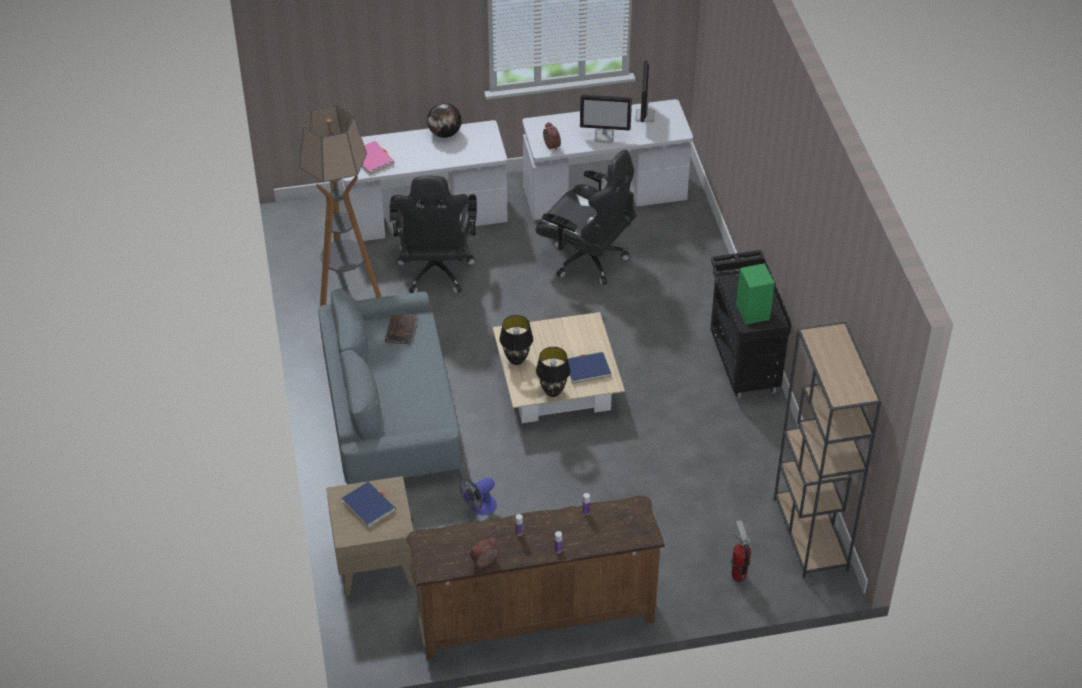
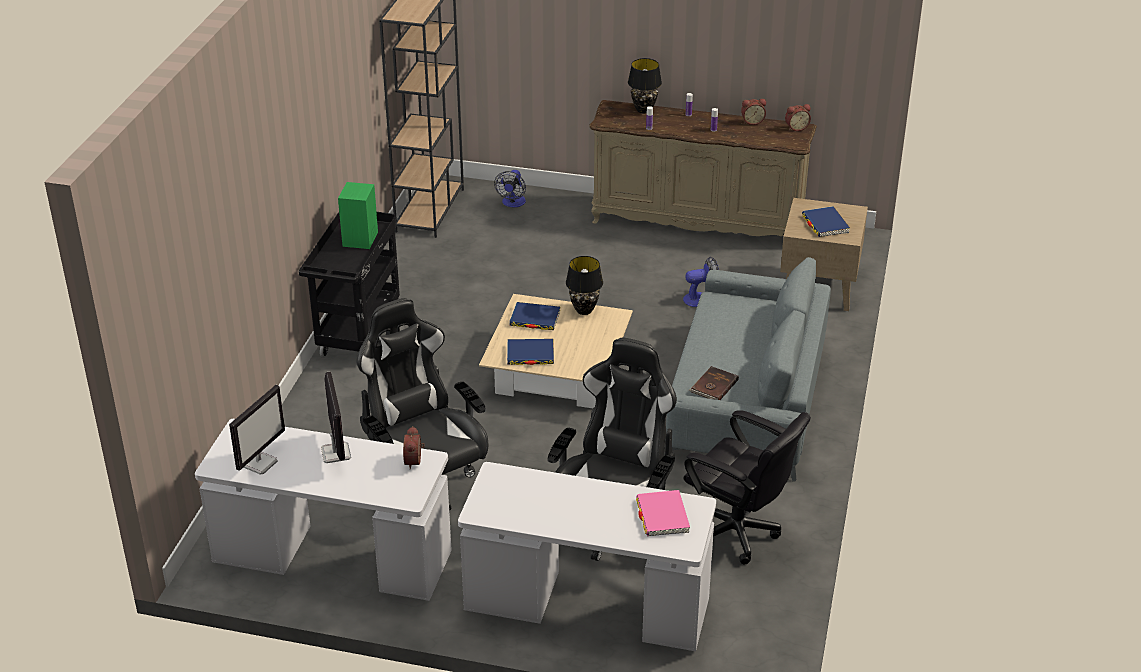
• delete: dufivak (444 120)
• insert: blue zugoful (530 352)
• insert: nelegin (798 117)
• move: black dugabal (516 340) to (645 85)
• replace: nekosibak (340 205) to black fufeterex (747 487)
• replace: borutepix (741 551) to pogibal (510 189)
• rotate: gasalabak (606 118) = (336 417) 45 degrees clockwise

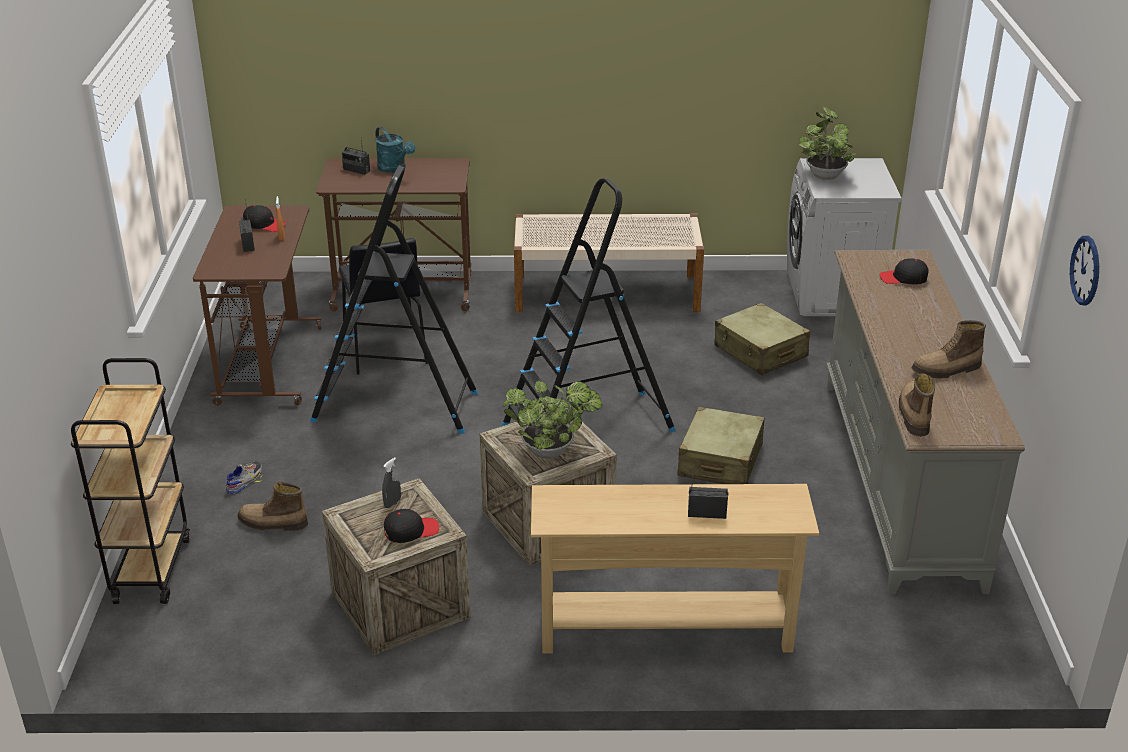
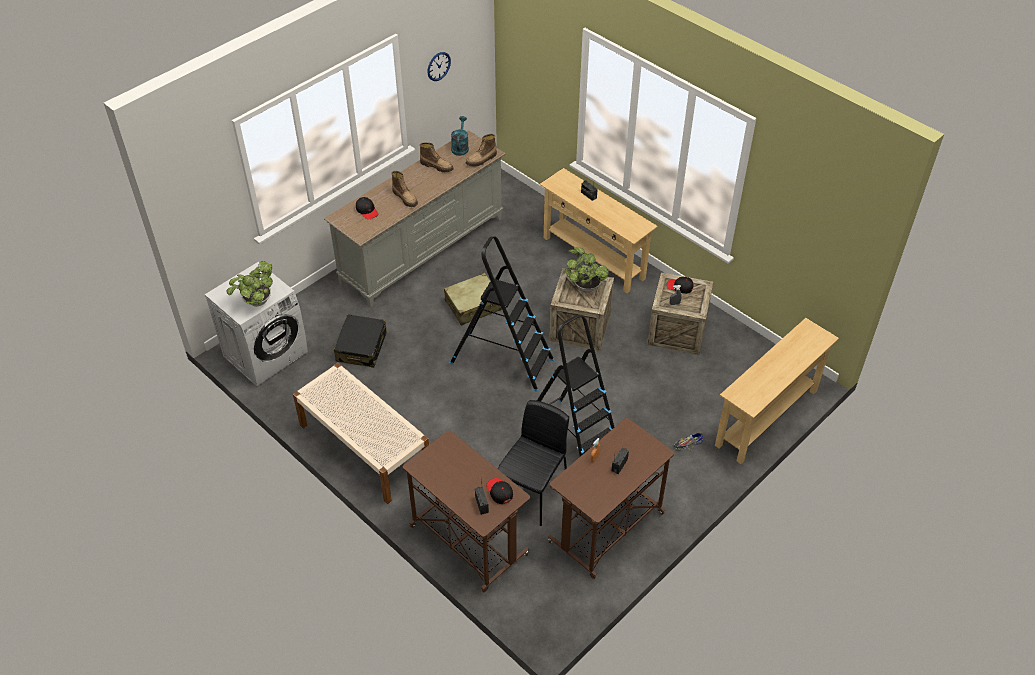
• move: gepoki (273 506) to (404 189)
• move: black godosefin (264 218) to (499 491)
• move: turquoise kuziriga (395 150) to (460 136)
• replace: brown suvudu (130 481) to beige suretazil (777 391)
• recolor: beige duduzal (762 339) to black duduzal (360 341)

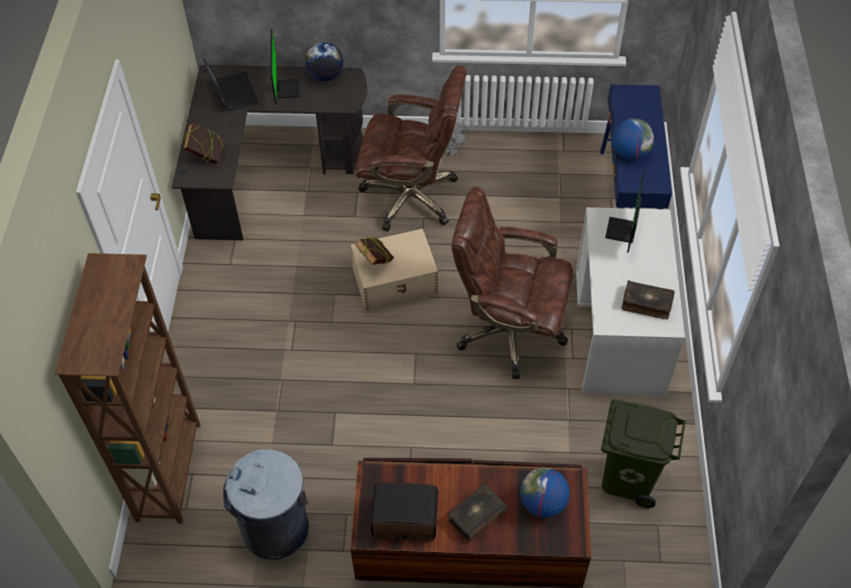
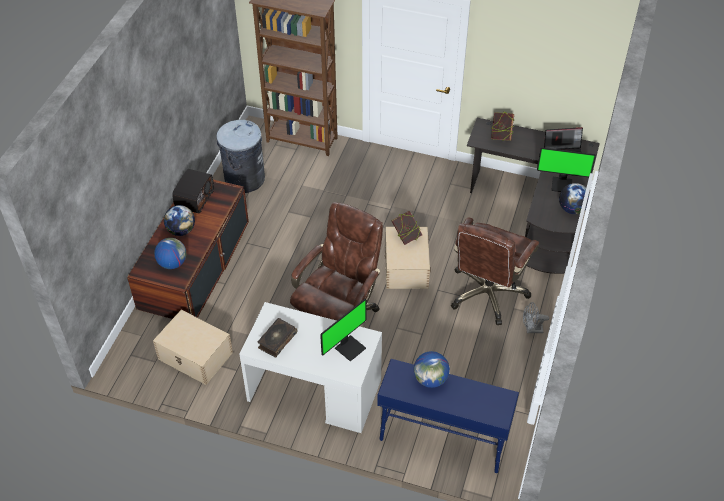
• replace: zugoful (477 512) to dufivak (179 220)
• replace: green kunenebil (643 453) to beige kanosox (193 347)
• rotate: gasalabak (625 210) = (343 330) 105 degrees clockwise

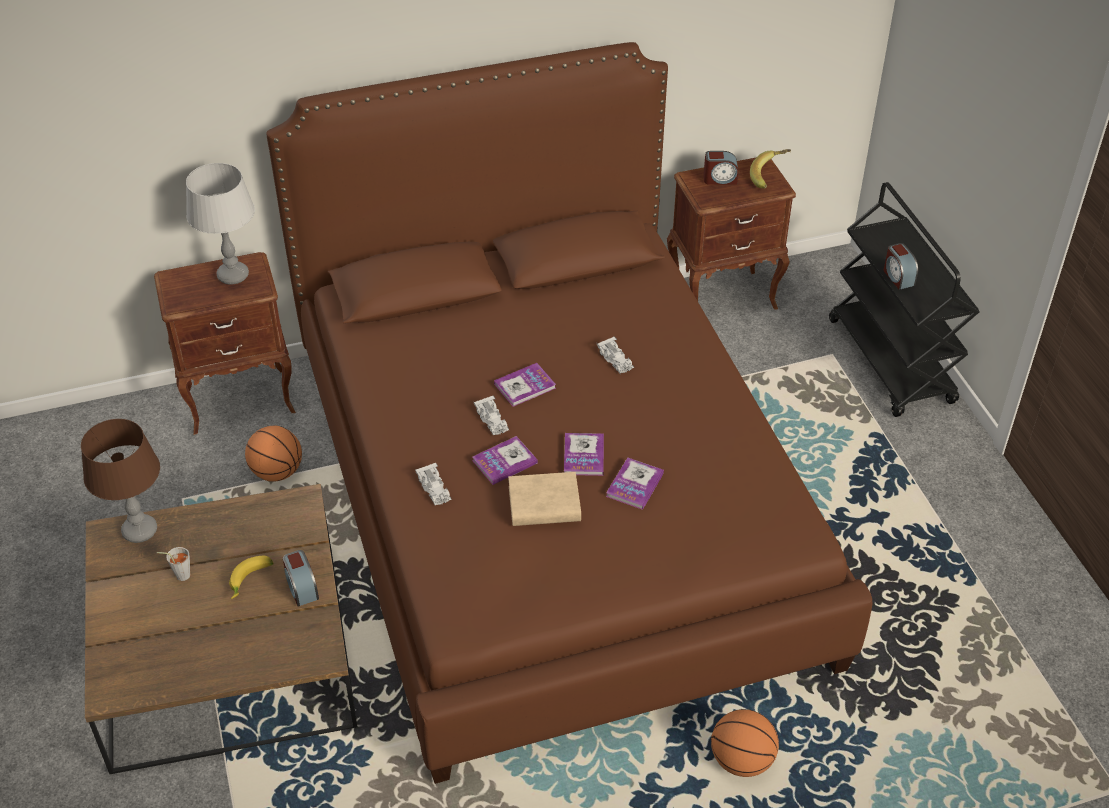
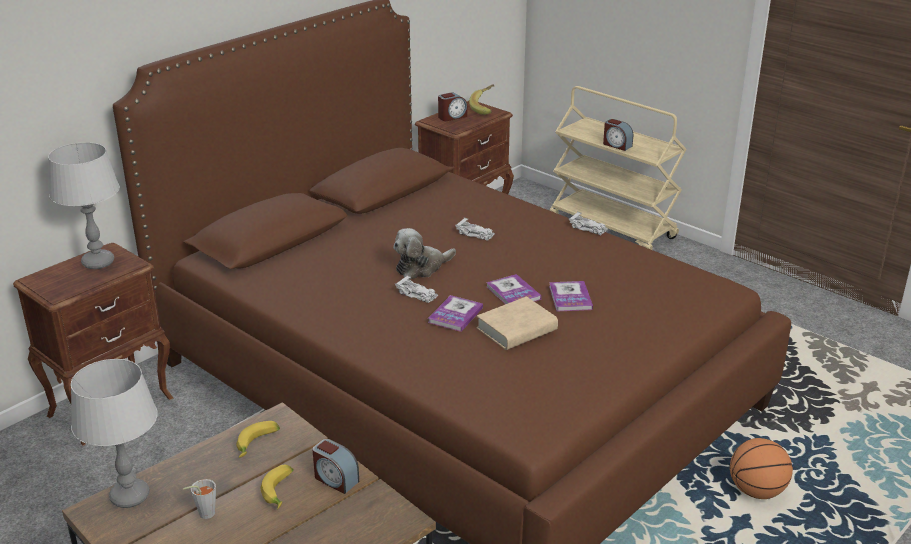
• delete: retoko (273 454)
• insert: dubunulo (258 439)
• move: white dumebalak (433 484) to (588 223)
• replace: zugoful (525 385) to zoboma (424 253)
• recolor: brown dugabal (120 481) to grey dugabal (114 433)
• recolor: black suvudu (904 299) to beige suvudu (618 168)

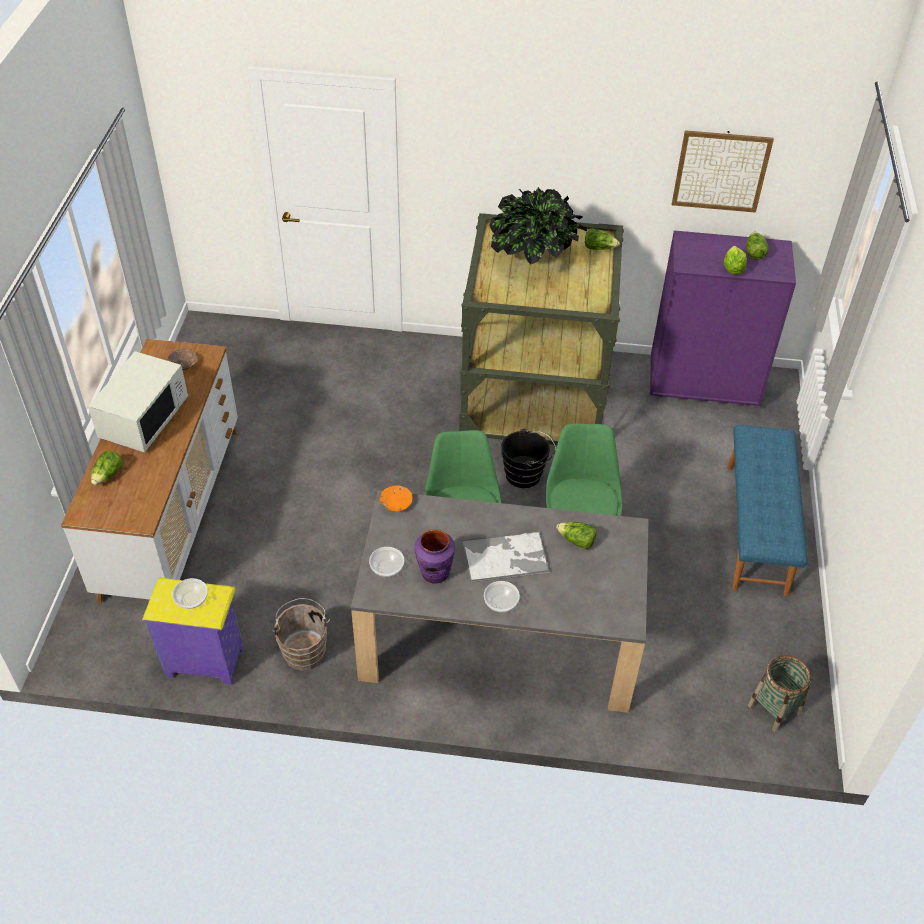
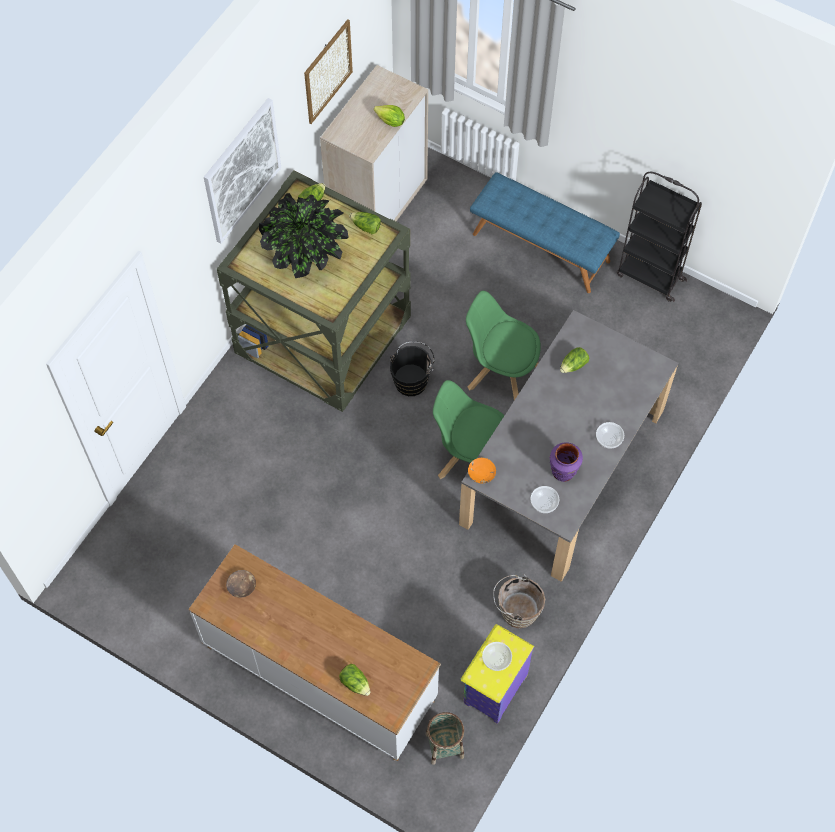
• delete: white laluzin (138 402)
• delete: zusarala (506 556)
• insert: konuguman (242 171)
• insert: black suvudu (659 237)
• move: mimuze (757 246) to (365 223)
• move: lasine (780 693) to (444 738)
• recolor: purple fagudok (723 318) to beige fagudok (374 143)

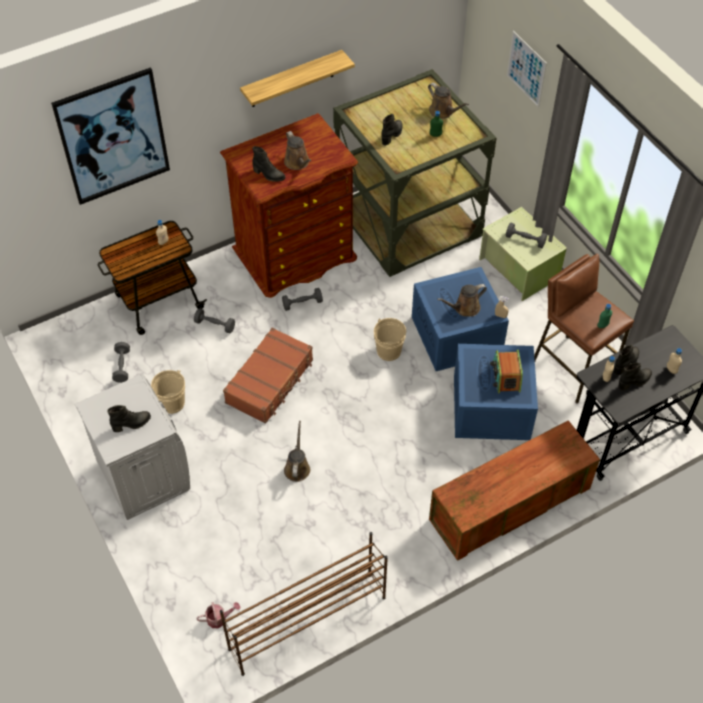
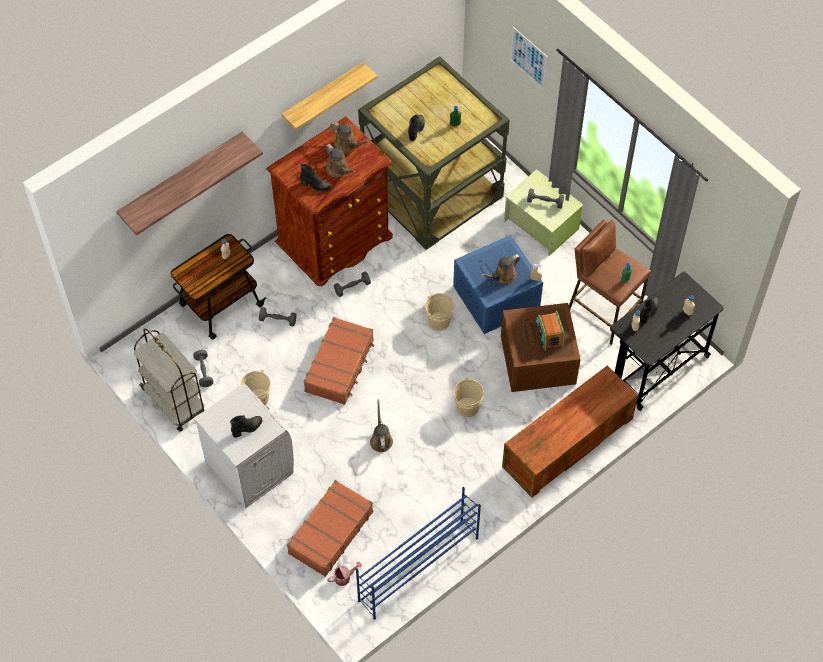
• delete: black gepoki (635 376)
• insert: grey suvudu (168 380)
• insert: brown duduzal (330 528)
• insert: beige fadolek (469 397)
• move: brown kuziriga (448 101) to (350 137)
• replace: konuguman (110 136) to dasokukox (189 183)
• recolor: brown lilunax (304 604) to blue lilunax (418 553)
• recolor: blue kanosox (496 392) to brown kanosox (541 347)

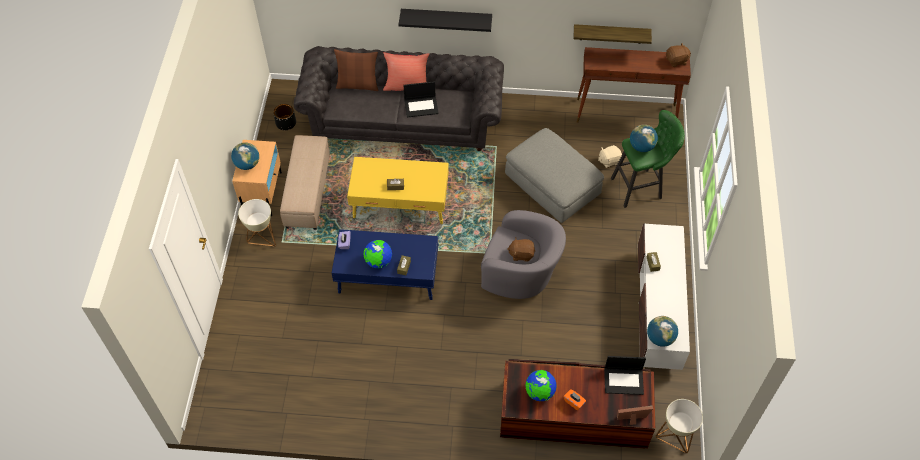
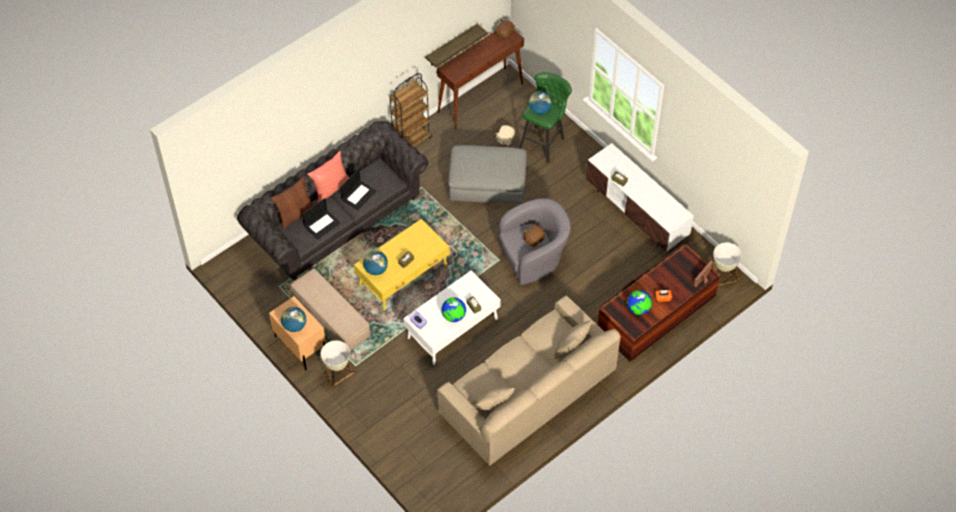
• delete: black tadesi (284 117)
• delete: black dasokukox (445 20)
• insert: brown suvudu (410 110)
• insert: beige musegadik (529 380)
• move: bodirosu (625 375) to (321 219)
• move: dufivak (662 331) to (375 263)
• recolor: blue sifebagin (385 264) to white sifebagin (452 318)

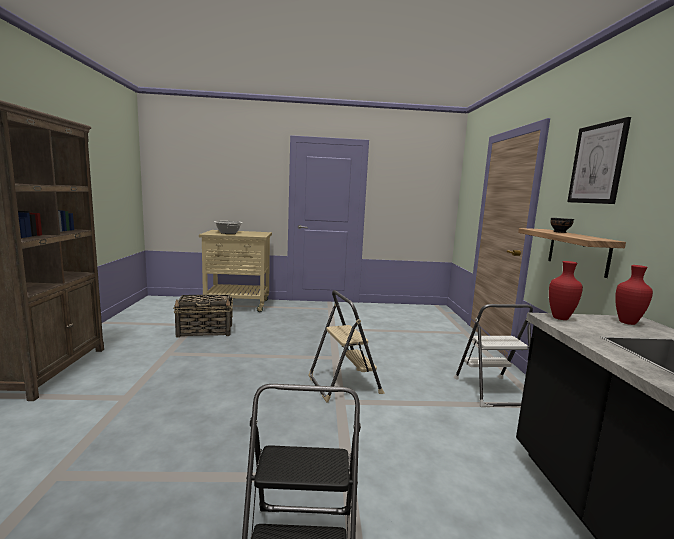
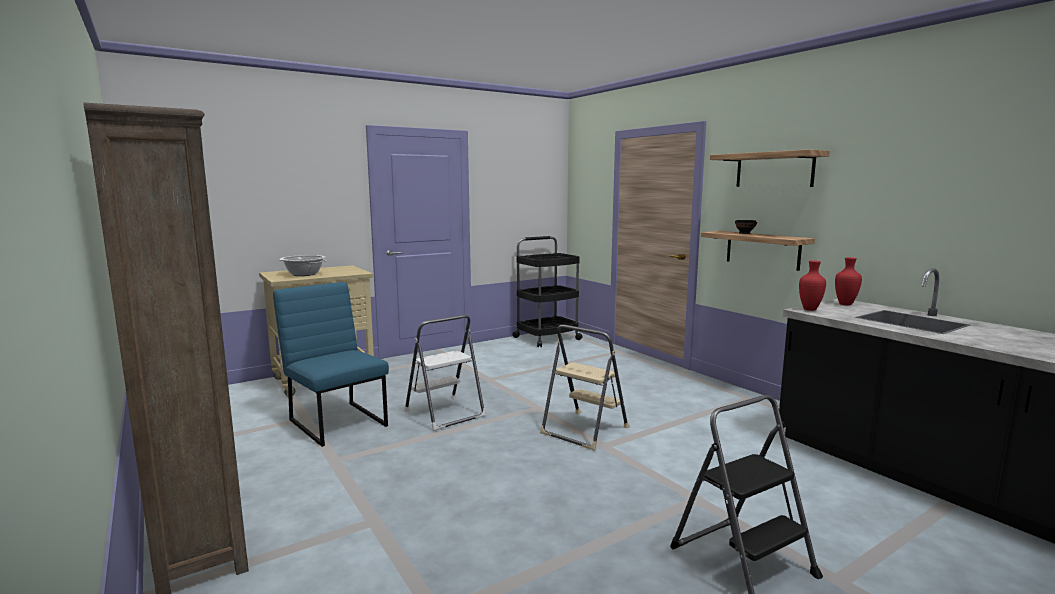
• insert: black suvudu (548 291)
• move: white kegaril (493 355) to (444 373)
• replace: lasine (203 316) to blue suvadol (331 364)
• replace: konuguman (599 160) to dasokukox (770 168)

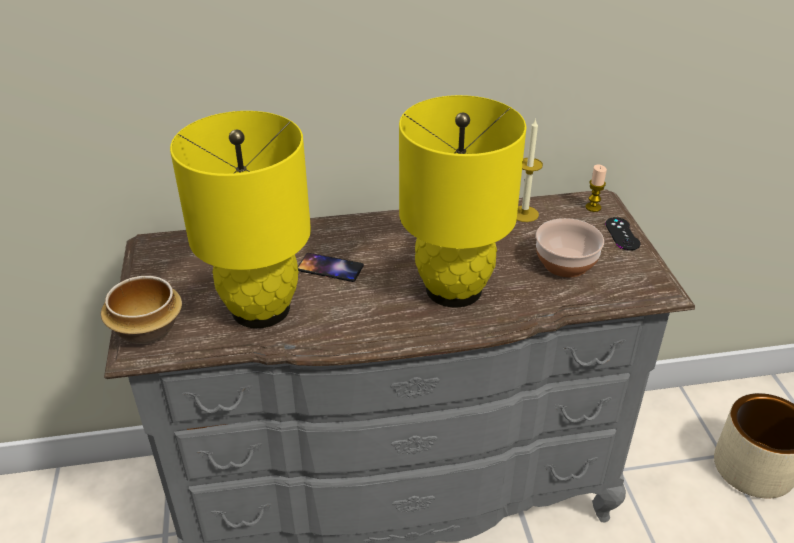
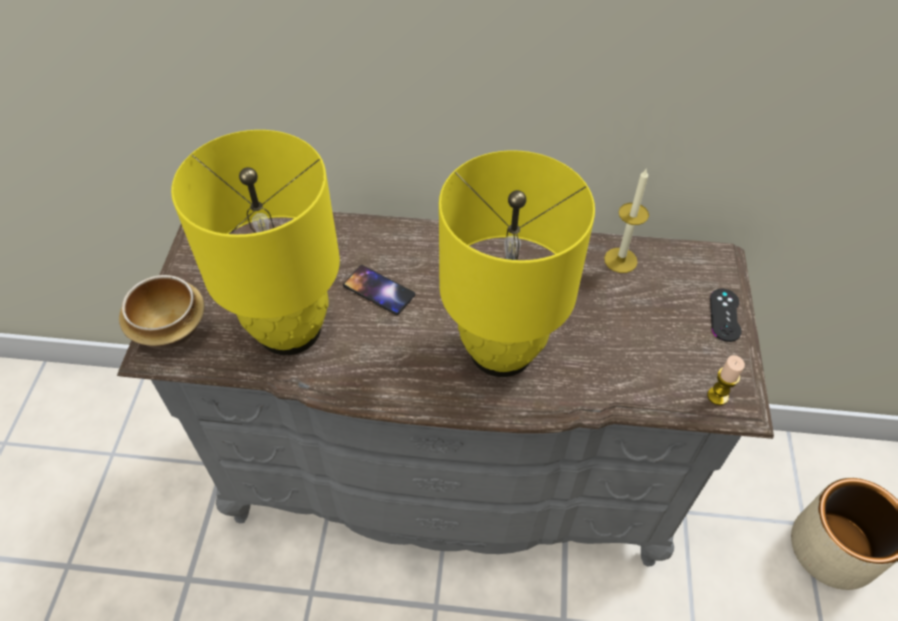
• delete: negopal (570 247)
• move: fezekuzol (596 188) to (726 380)

